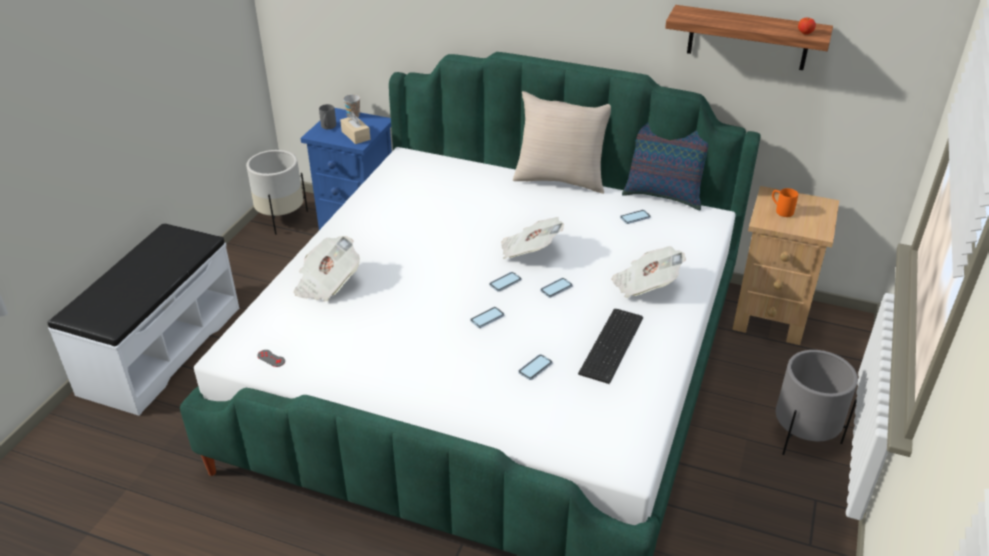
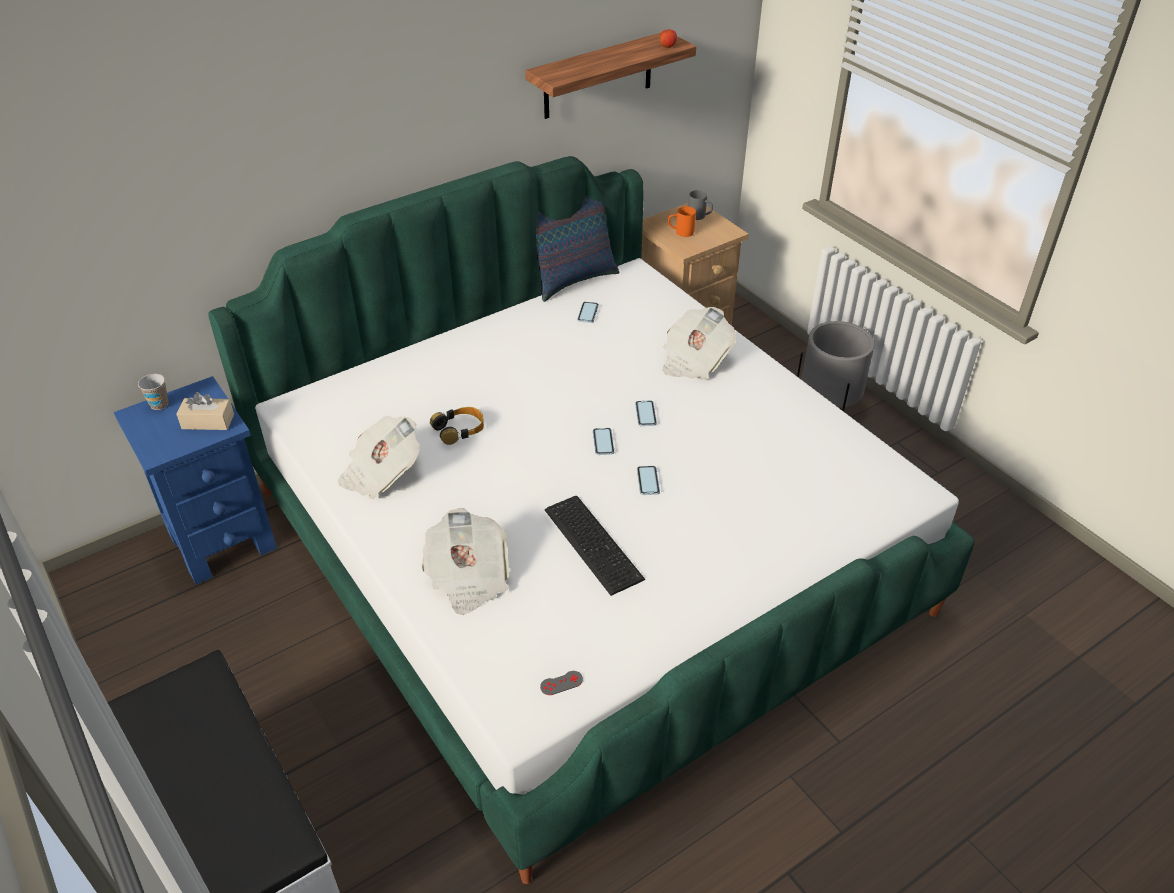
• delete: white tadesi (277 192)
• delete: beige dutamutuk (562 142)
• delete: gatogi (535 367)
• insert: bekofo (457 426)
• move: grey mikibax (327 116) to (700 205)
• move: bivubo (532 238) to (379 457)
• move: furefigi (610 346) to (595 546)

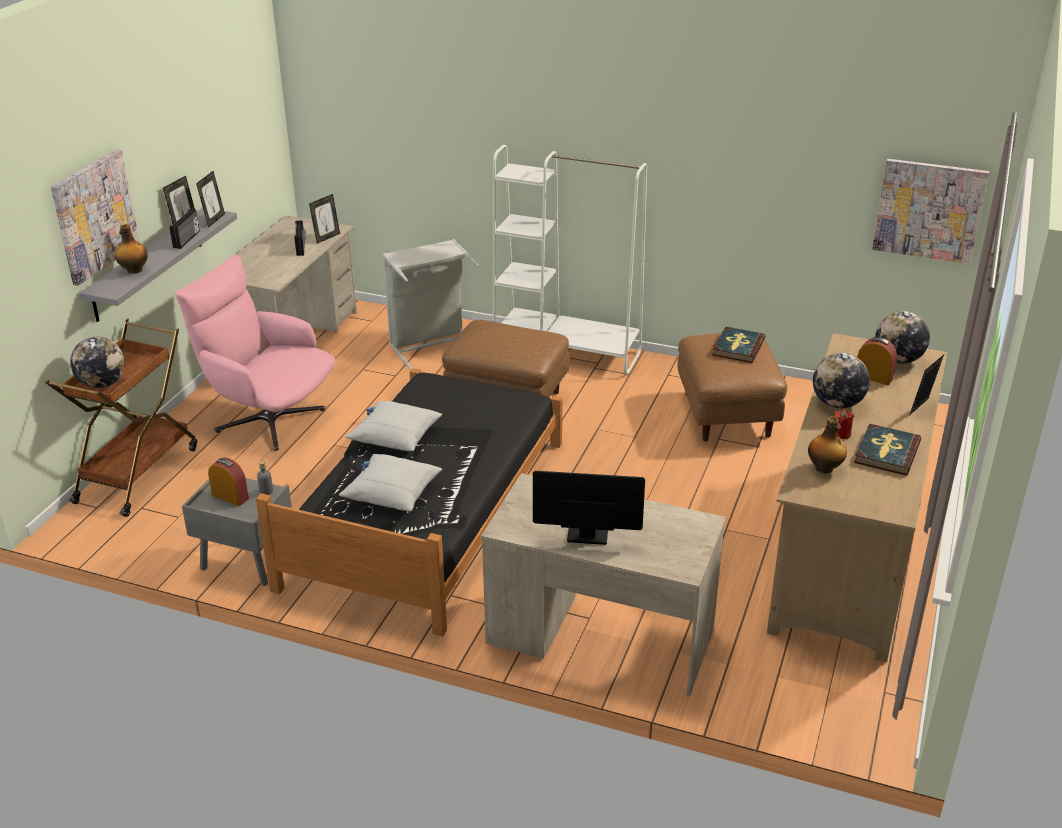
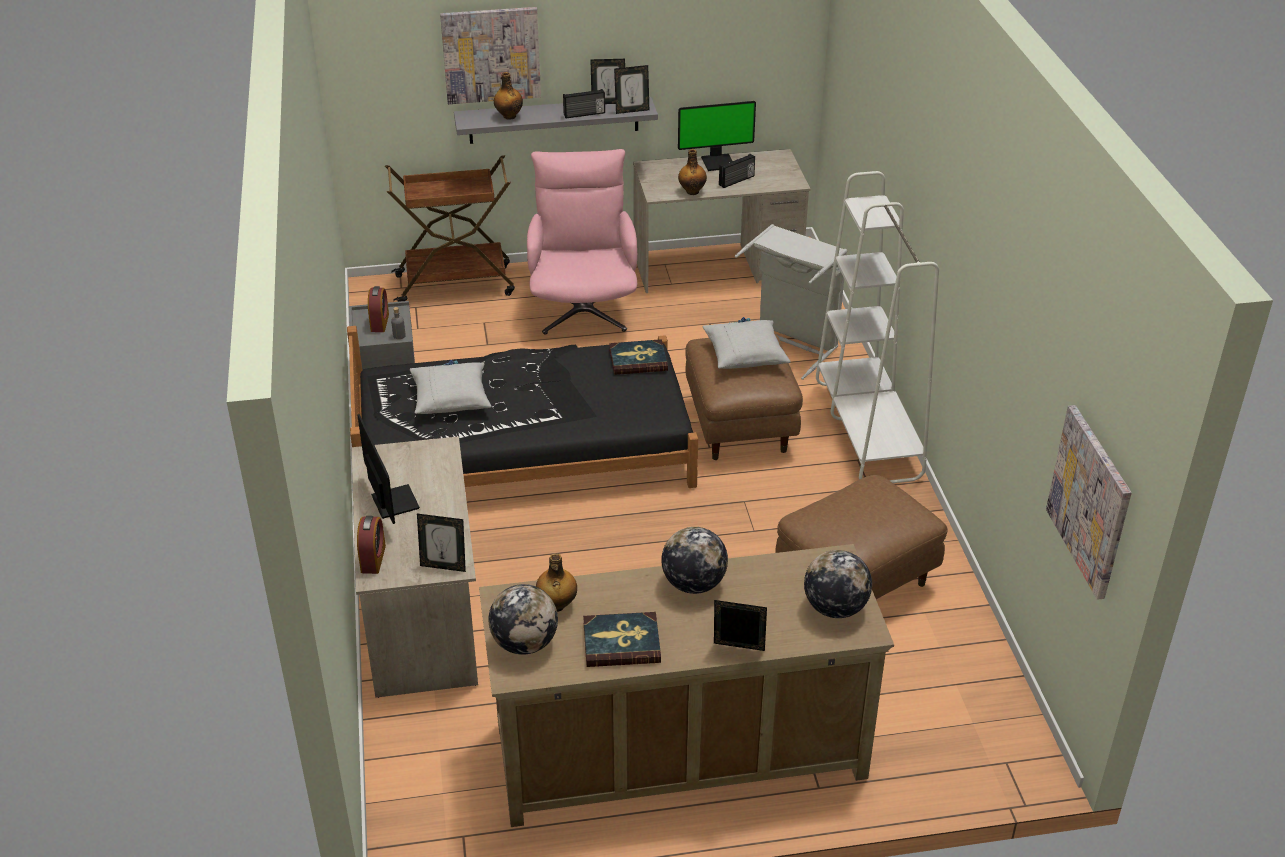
• delete: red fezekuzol (844 424)
• insert: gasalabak (717 136)
• insert: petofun (692 172)
• move: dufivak (97 362) to (523 619)
• move: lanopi (324 219) to (441 543)
• move: grey dutamutuk (394 426) to (747 343)
• move: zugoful (738 345) to (638 357)
• move: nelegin (877 361) to (371 545)

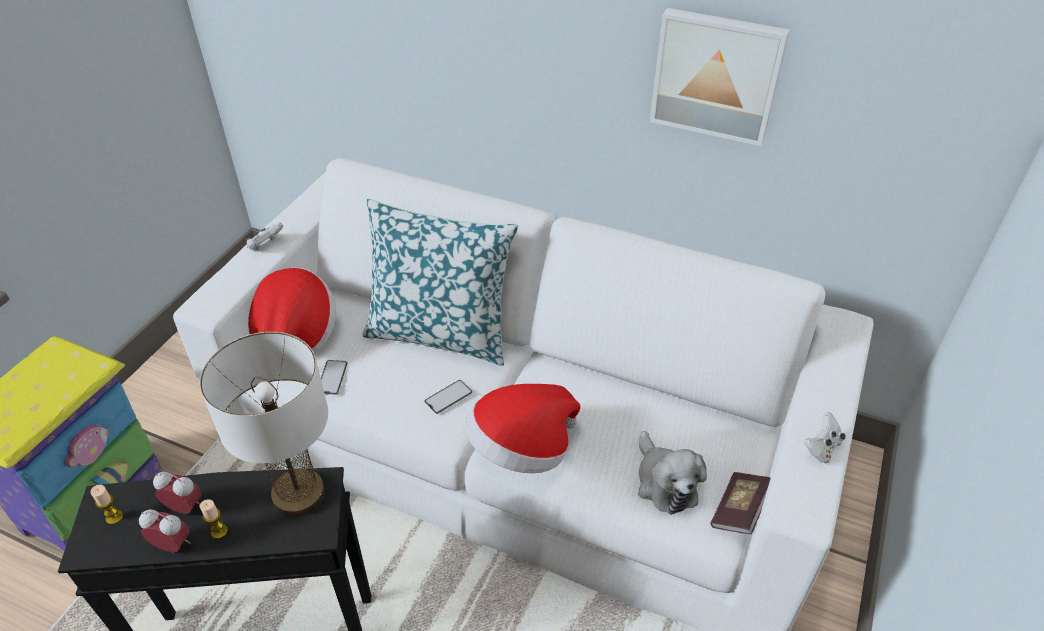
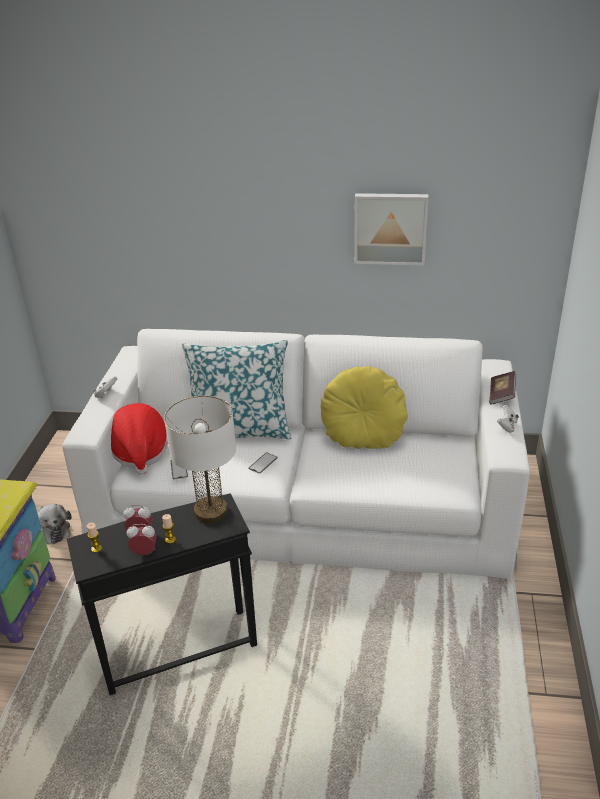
• delete: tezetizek (522 428)
• insert: yellow dutamutuk (364 407)
• move: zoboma (672 473) to (54 524)
• move: zugoful (741 503) to (502 388)

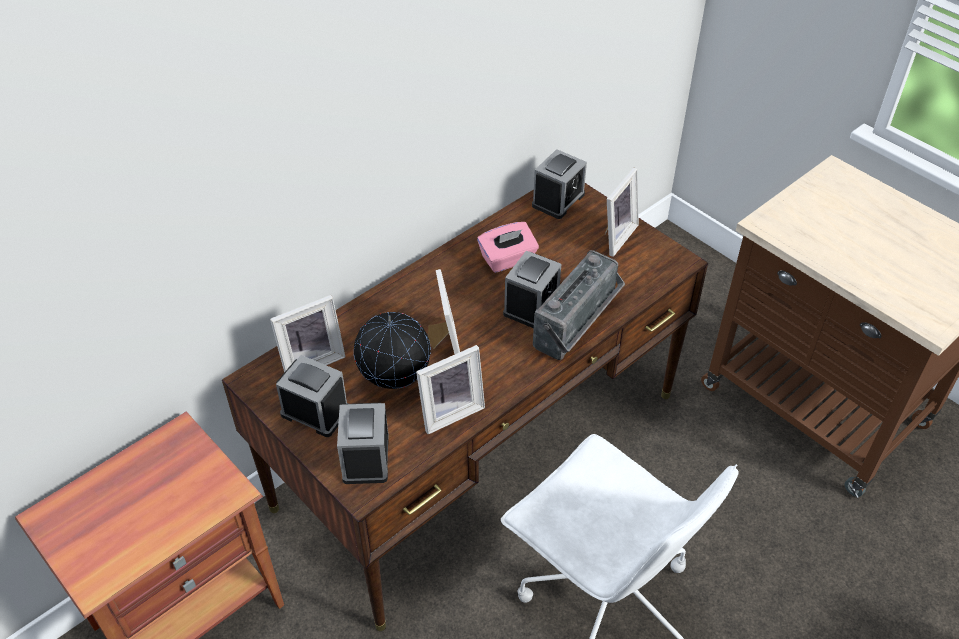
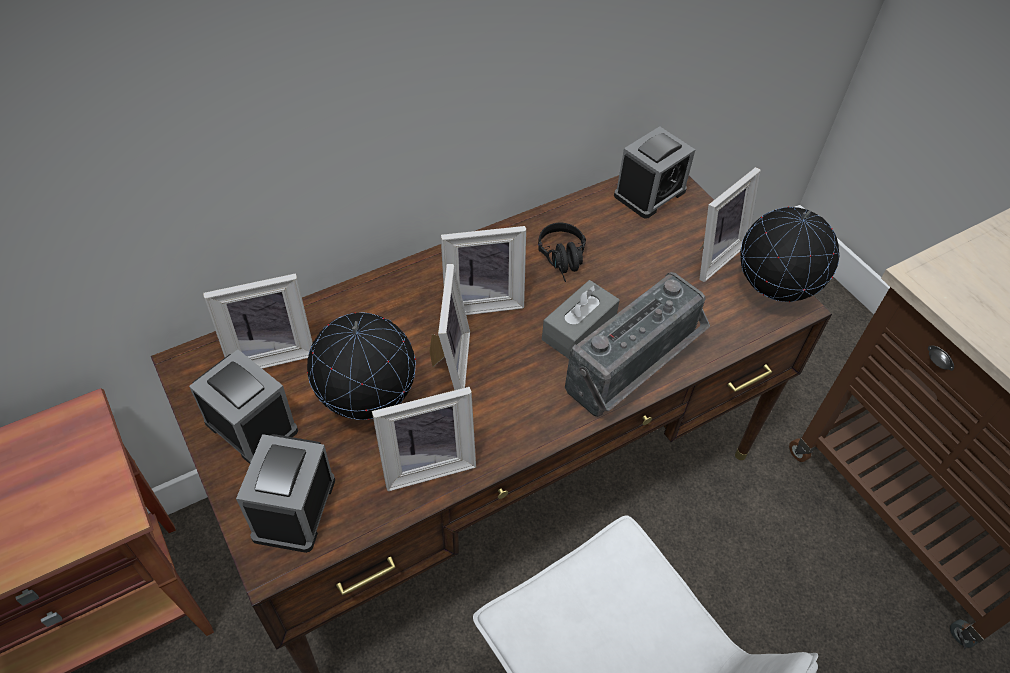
• insert: lanopi (483 270)
• insert: dufivak (790 254)
• replace: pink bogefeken (508 247) to black bekofo (562 252)
• replace: nelegin (532 289) to grey bogefeken (581 319)

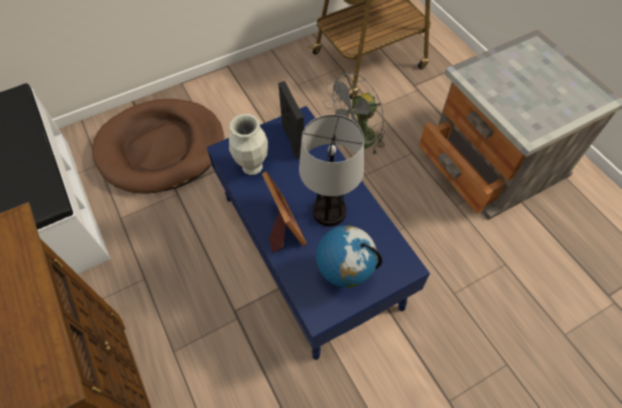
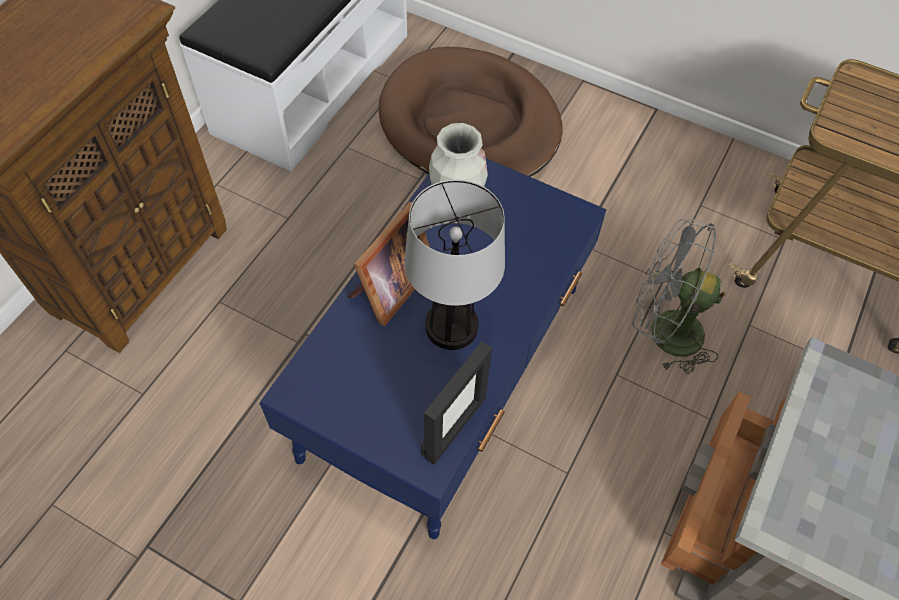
• delete: dufivak (349 256)
• move: lanopi (291 120) to (456 403)

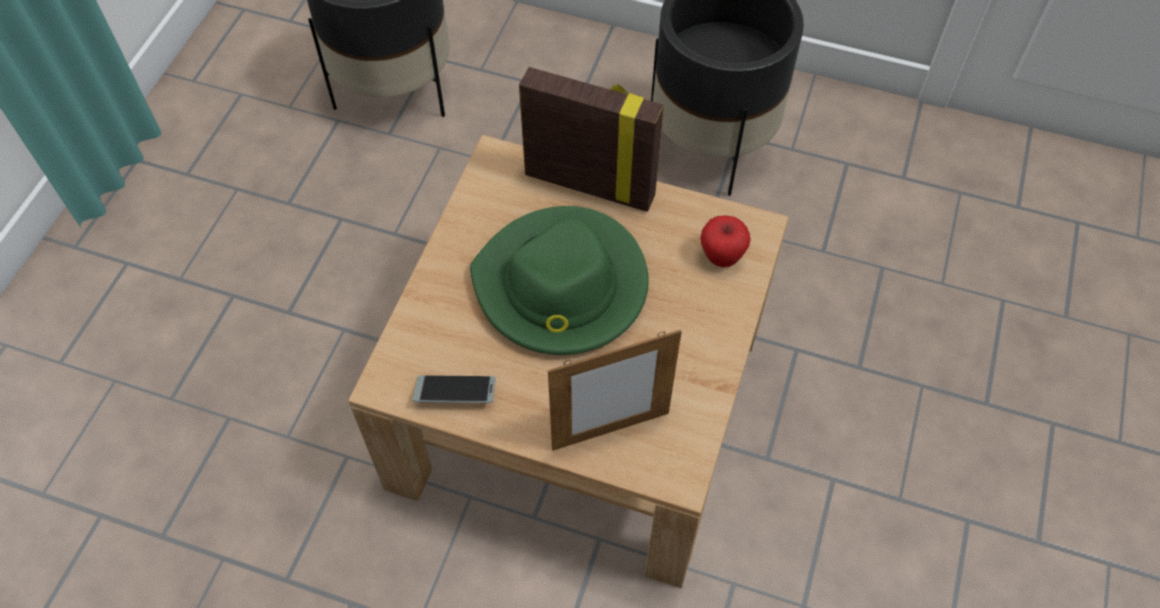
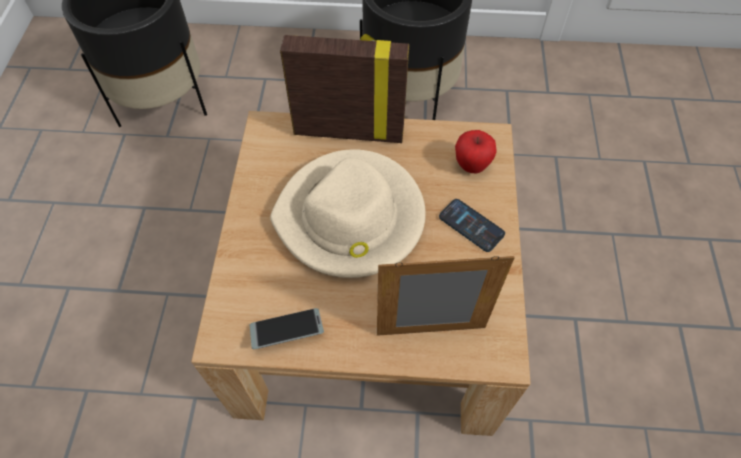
• insert: gatogi (472 225)
• recolor: green tezetizek (559 280) to beige tezetizek (348 213)
• rotate: lanopi (615 390) = (445 296) 150 degrees counterclockwise

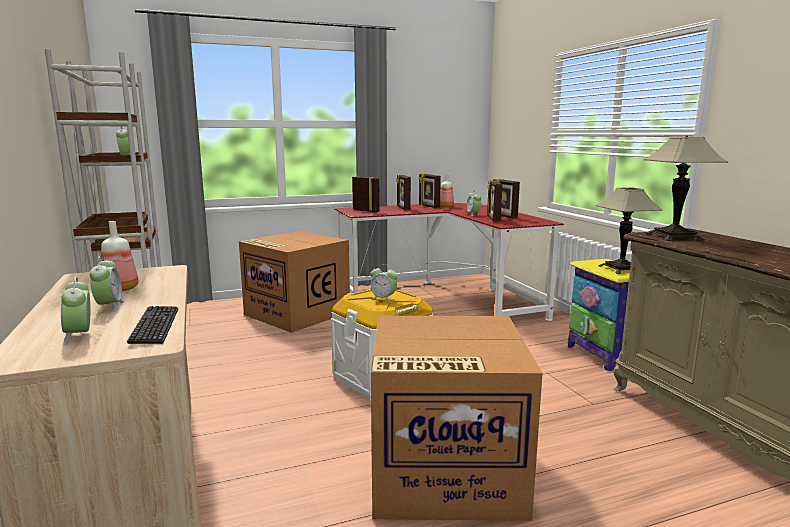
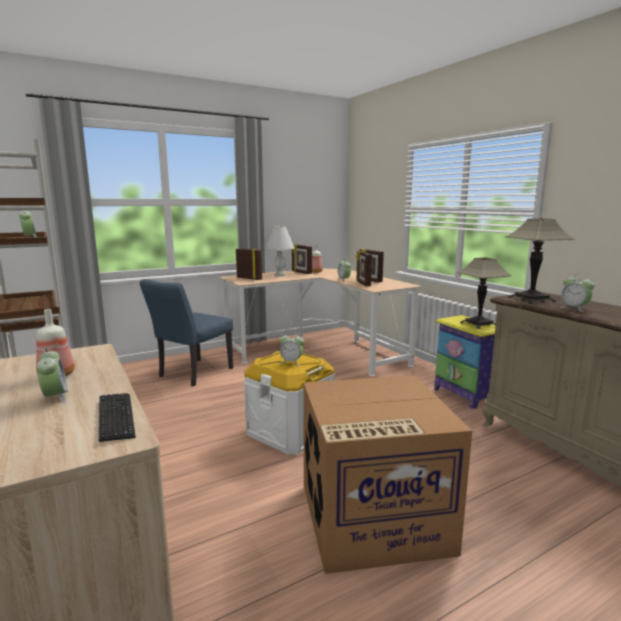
• move: nelegin (75 310) to (577 293)
• replace: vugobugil (294 282) to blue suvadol (186 332)
• replace: lanopi (403 192) to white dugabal (280 251)
• recolor: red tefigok (449 262) to beige tefigok (320 322)

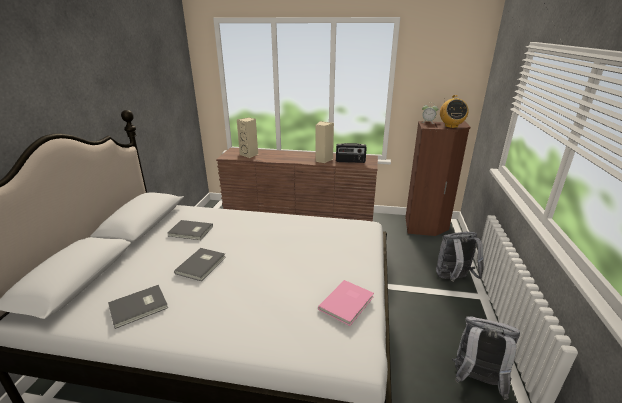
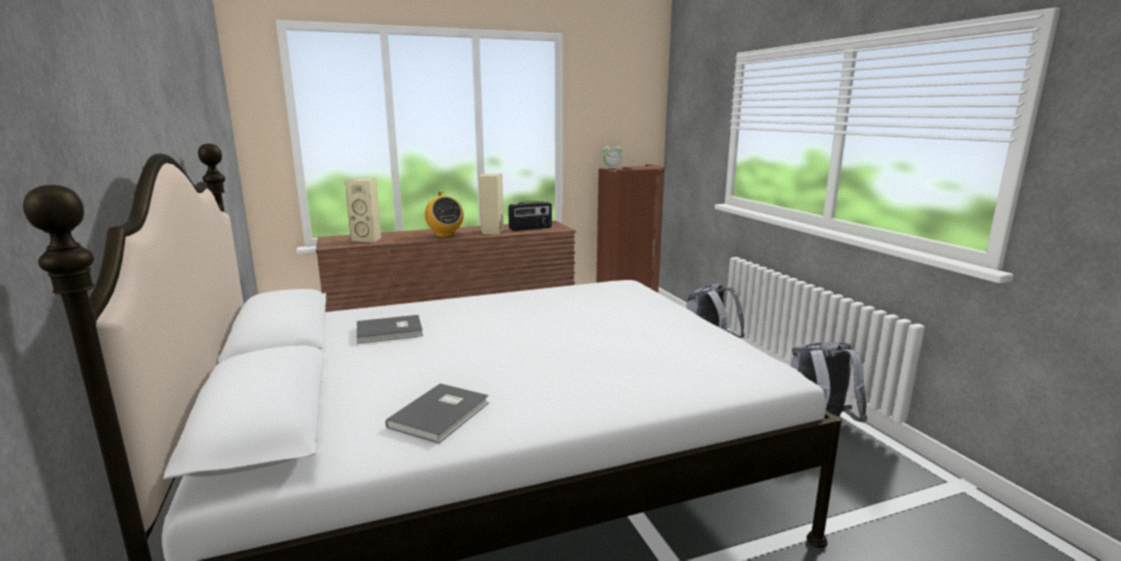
• delete: grey zugoful (200 264)
• delete: pink zugoful (346 303)
• move: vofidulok (454 111) to (444 214)

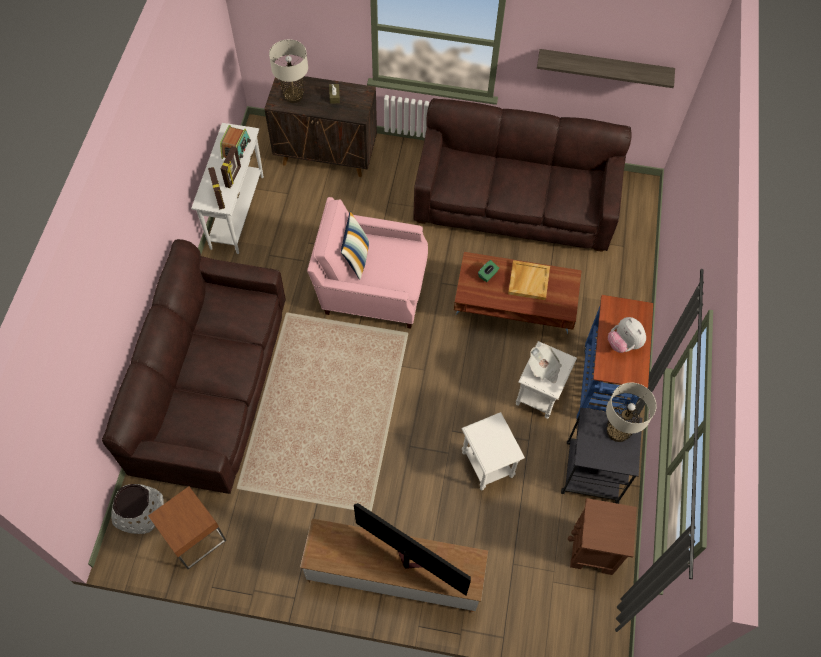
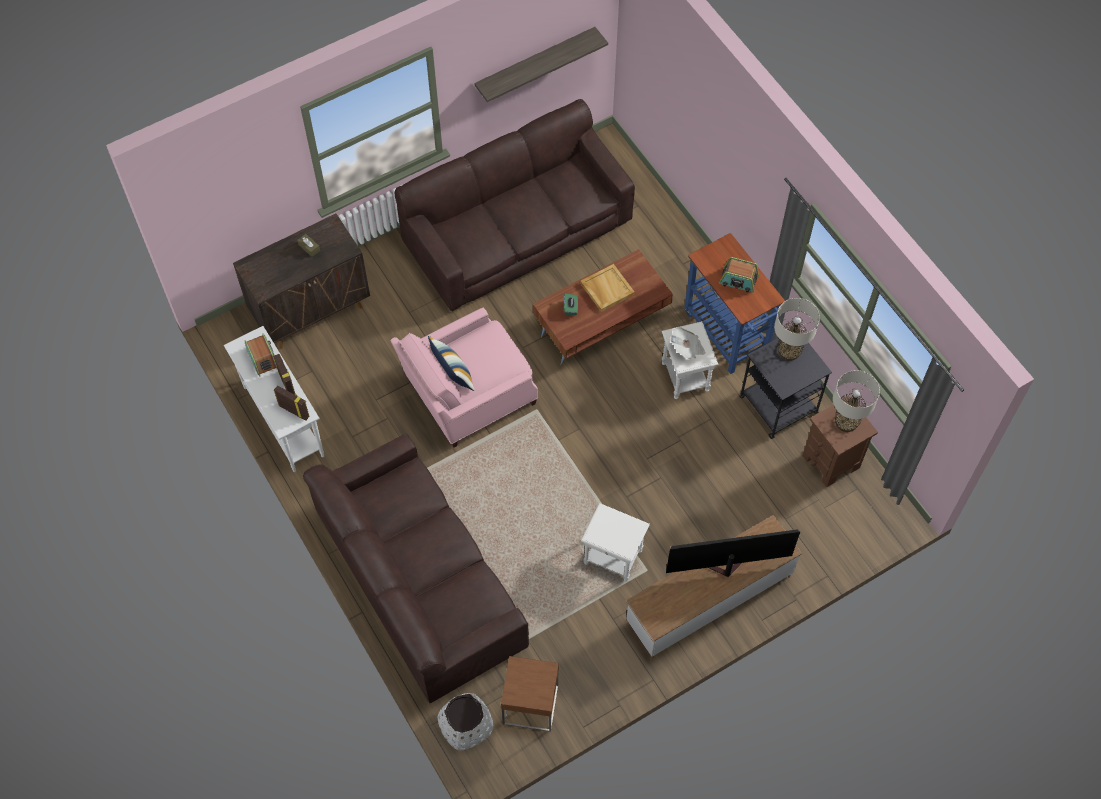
• move: dugabal (288 71) to (856 401)
• move: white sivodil (493 451) to (615 542)
• replace: zoboma (627 335) to vofidulok (739 275)

